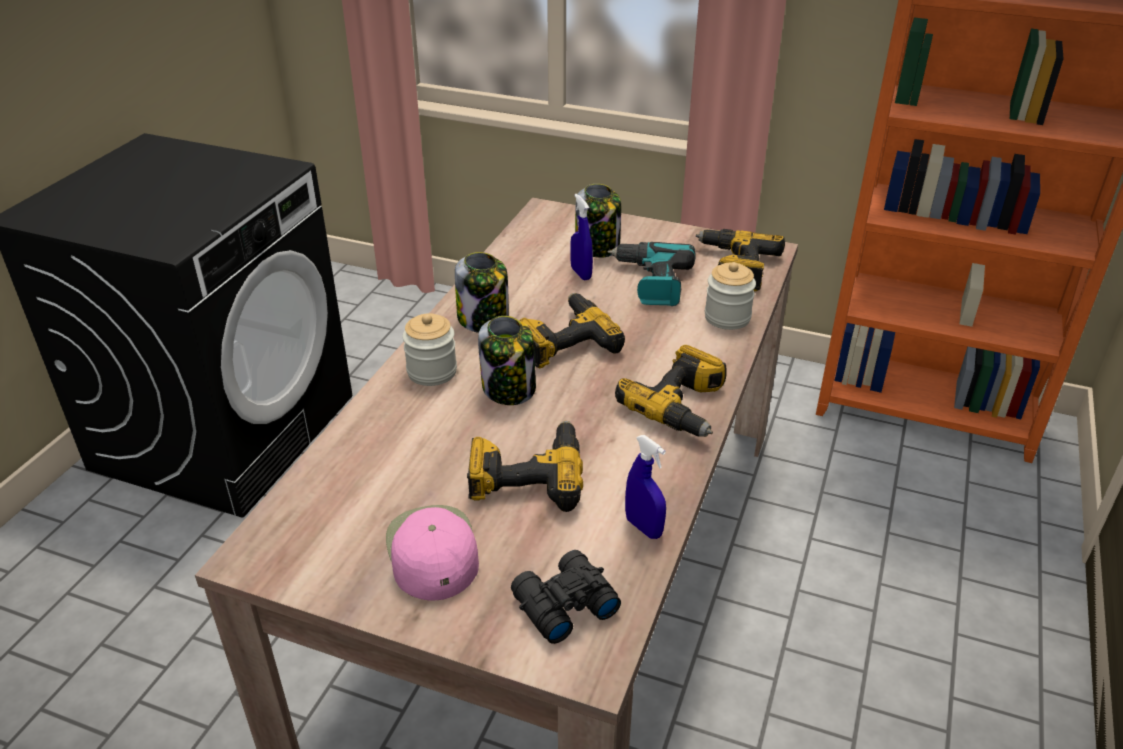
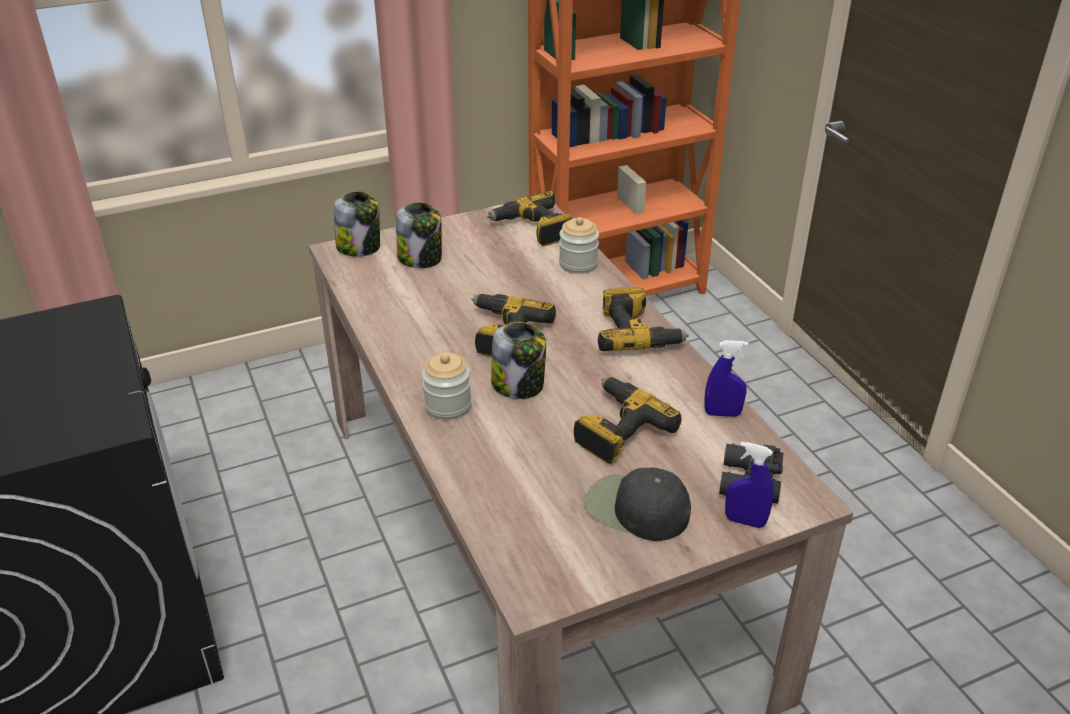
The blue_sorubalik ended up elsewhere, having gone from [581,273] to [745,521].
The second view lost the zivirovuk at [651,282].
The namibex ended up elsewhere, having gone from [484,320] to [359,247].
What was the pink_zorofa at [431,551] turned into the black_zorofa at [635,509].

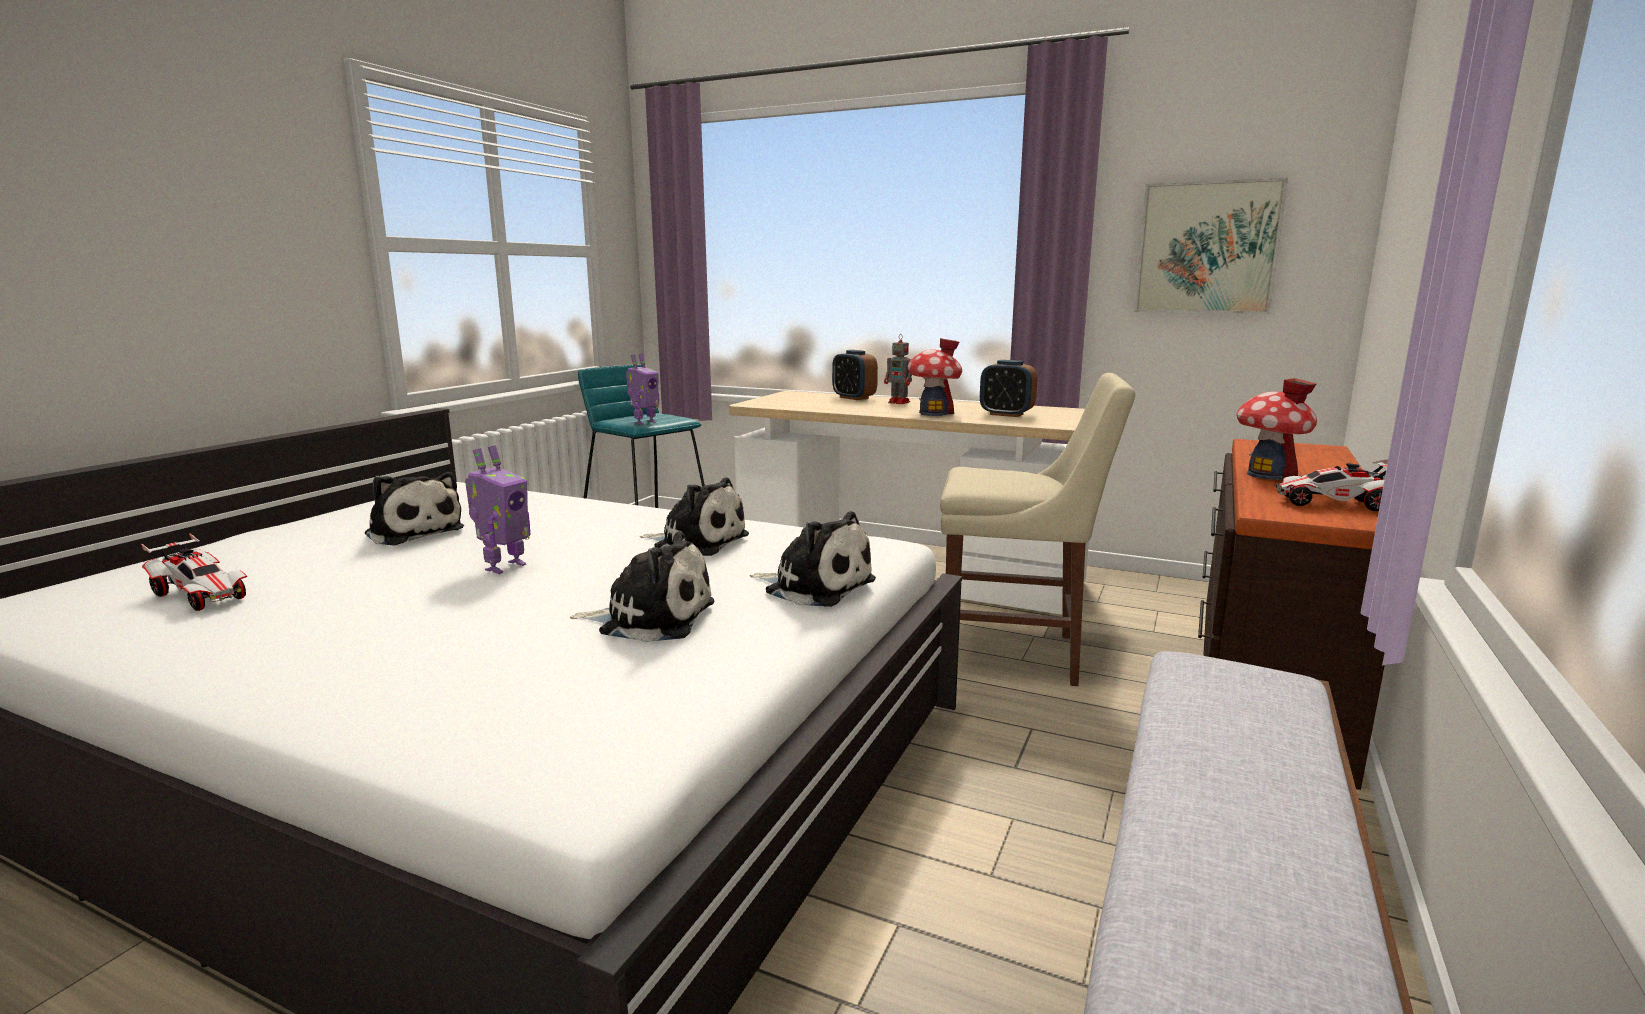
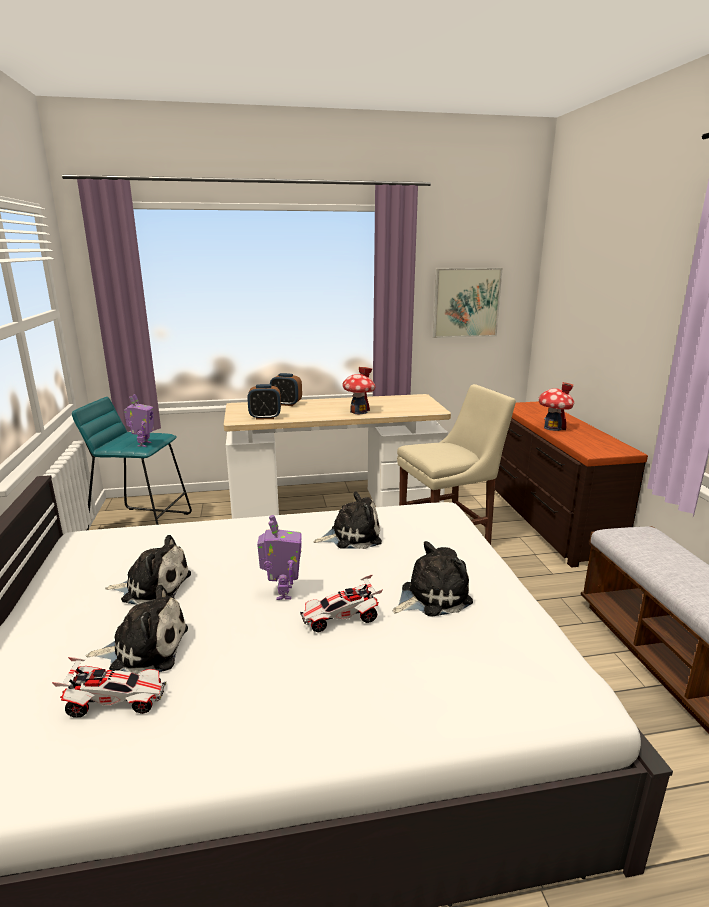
The second view lost the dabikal at [900,402].
The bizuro ended up elsewhere, having gone from [1006,414] to [265,417].
The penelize ended up elsewhere, having gone from [1333,504] to [341,618].
The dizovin ended up elsewhere, having gone from [815,586] to [145,649].

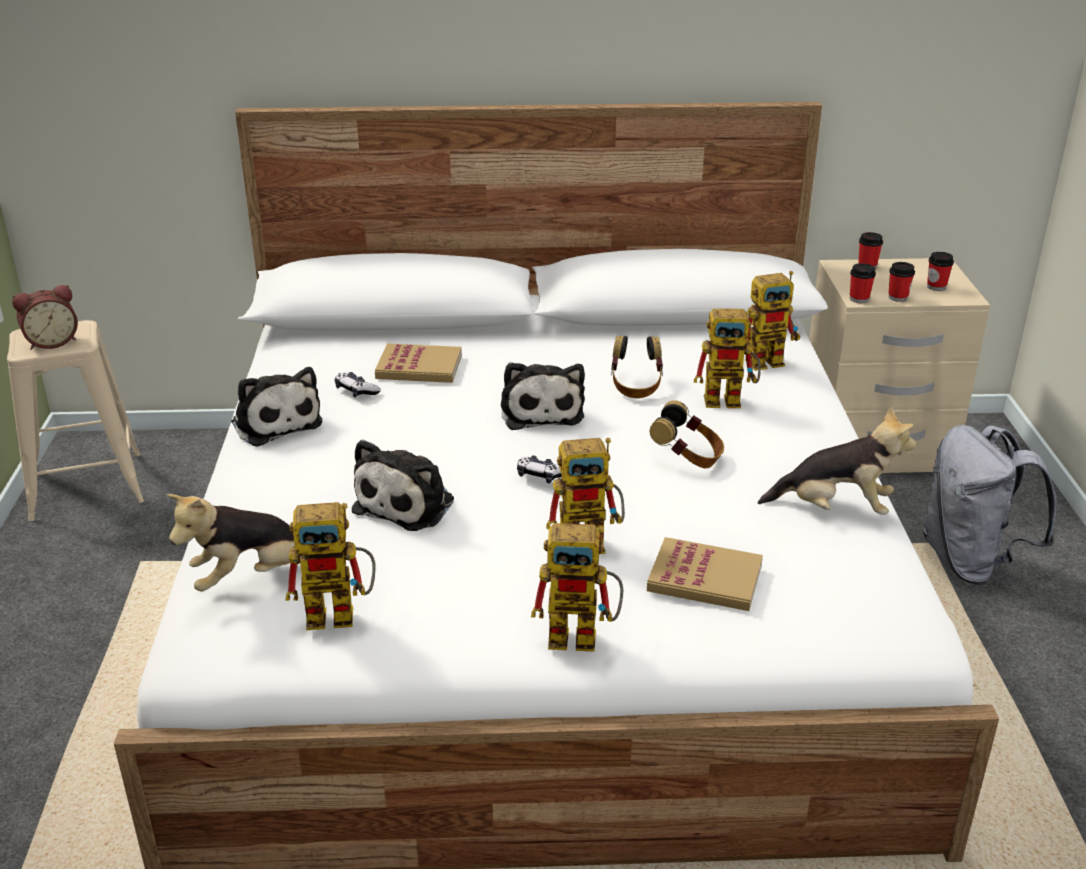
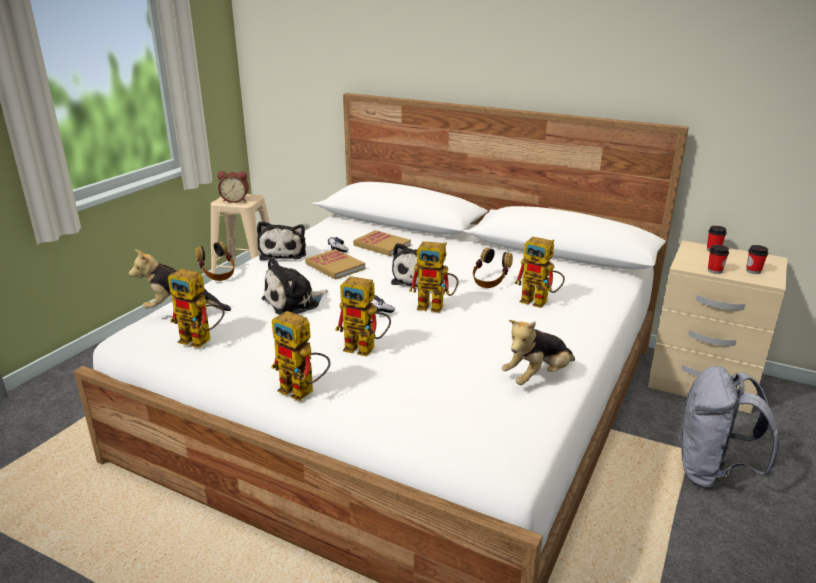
The second view lost the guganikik at [859,299].
The dabikal ended up elsewhere, having gone from [771,360] to [436,306].
The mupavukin ended up elsewhere, having gone from [688,458] to [218,275].
The dizovin at [835,509] ended up facing another way, 105 degrees clockwise from before.
The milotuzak ended up elsewhere, having gone from [704,578] to [335,266].

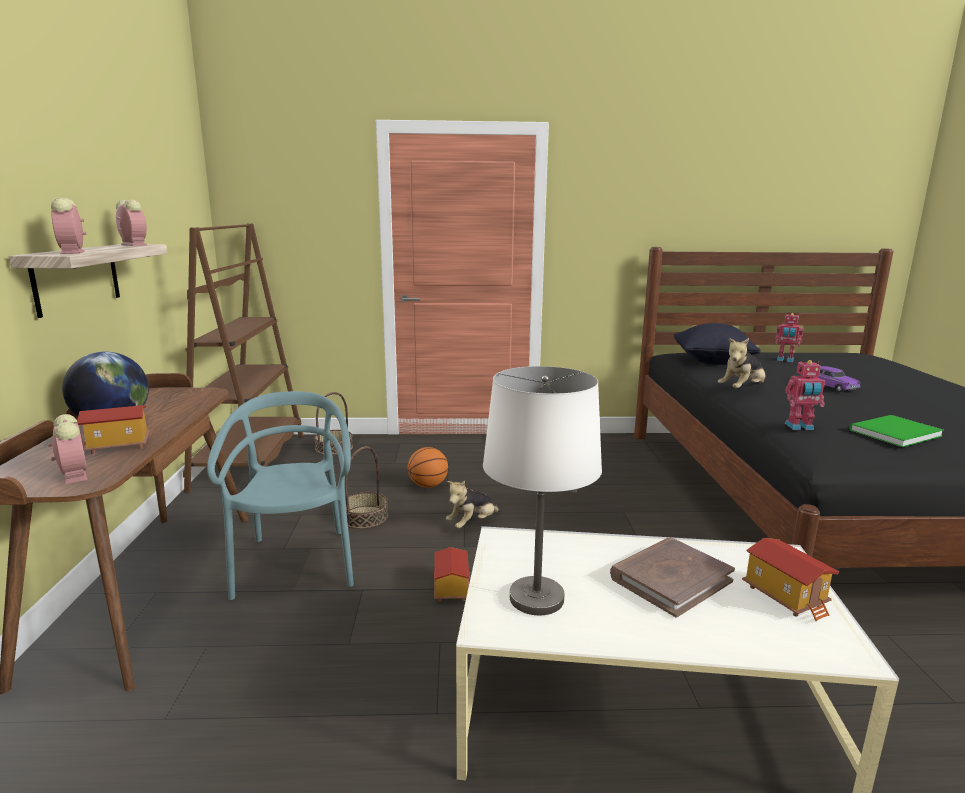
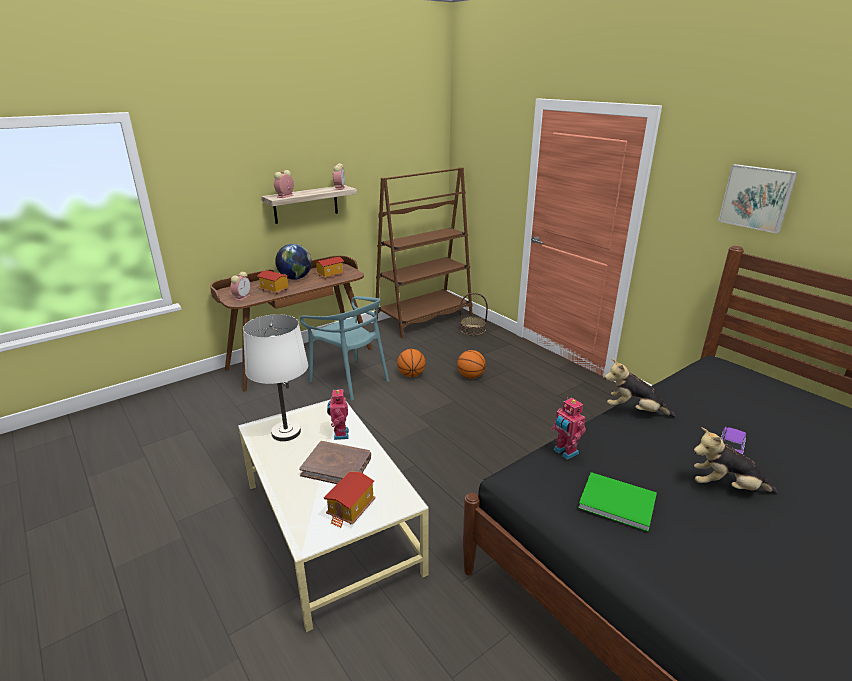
The dabikal ended up elsewhere, having gone from [785,360] to [339,434].
The second view lost the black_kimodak at [712,362].
The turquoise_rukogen at [296,564] ended up facing another way, 90 degrees clockwise from before.
Where the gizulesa stood at [364,517], the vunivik came to stand at [411,375].
The dizovin ended up elsewhere, having gone from [472,523] to [726,487].
The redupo ended up elsewhere, having gone from [450,589] to [330,275].
The second view gained the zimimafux at [757,197].

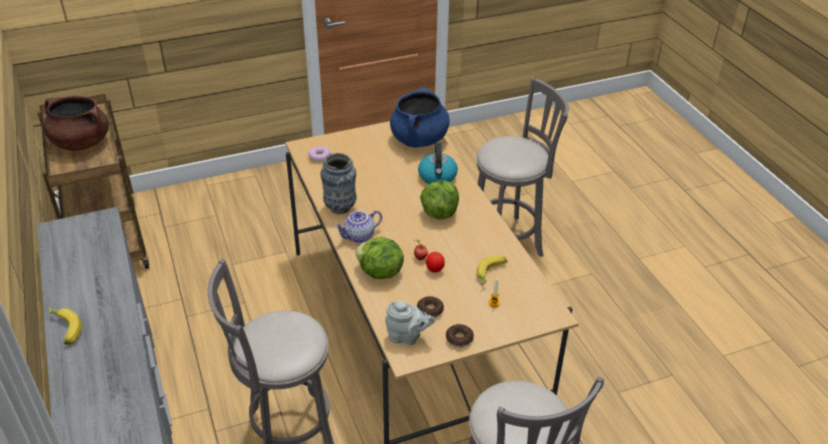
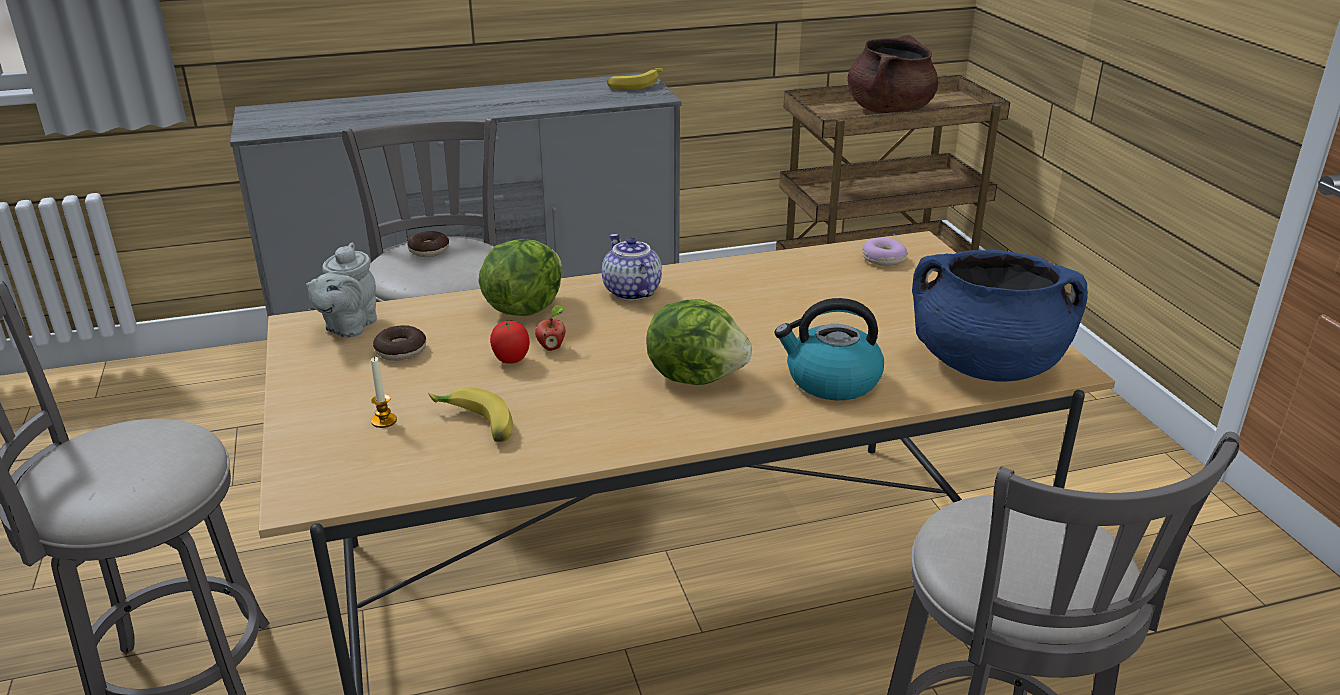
The second view lost the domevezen at [340,207].
The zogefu ended up elsewhere, having gone from [64,329] to [635,85].
The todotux ended up elsewhere, having gone from [459,339] to [429,250].

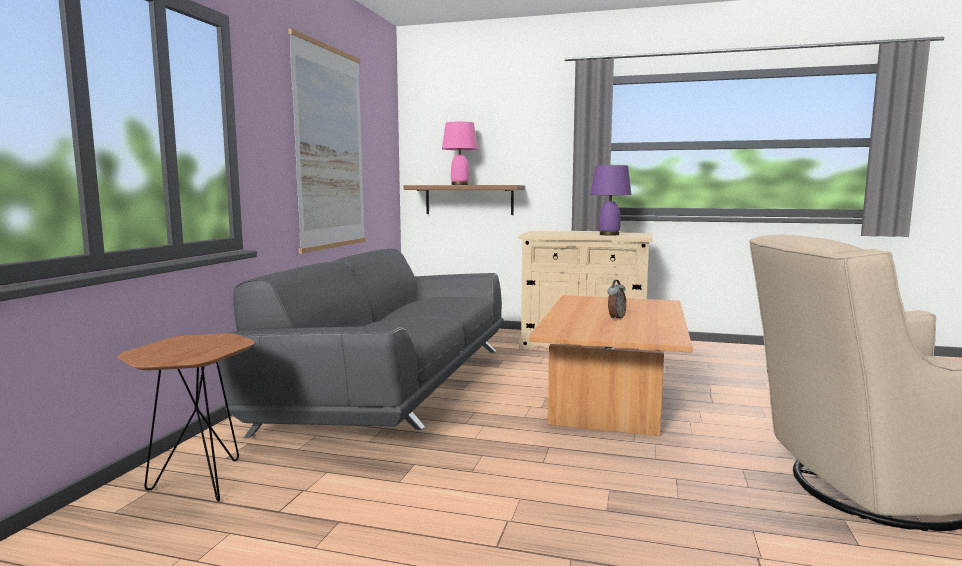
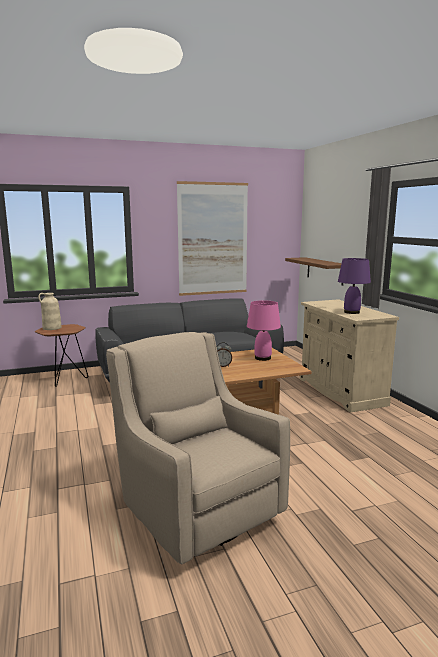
The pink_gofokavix ended up elsewhere, having gone from [460,184] to [263,358].
The second view gained the beige_domevezen at [51,328].

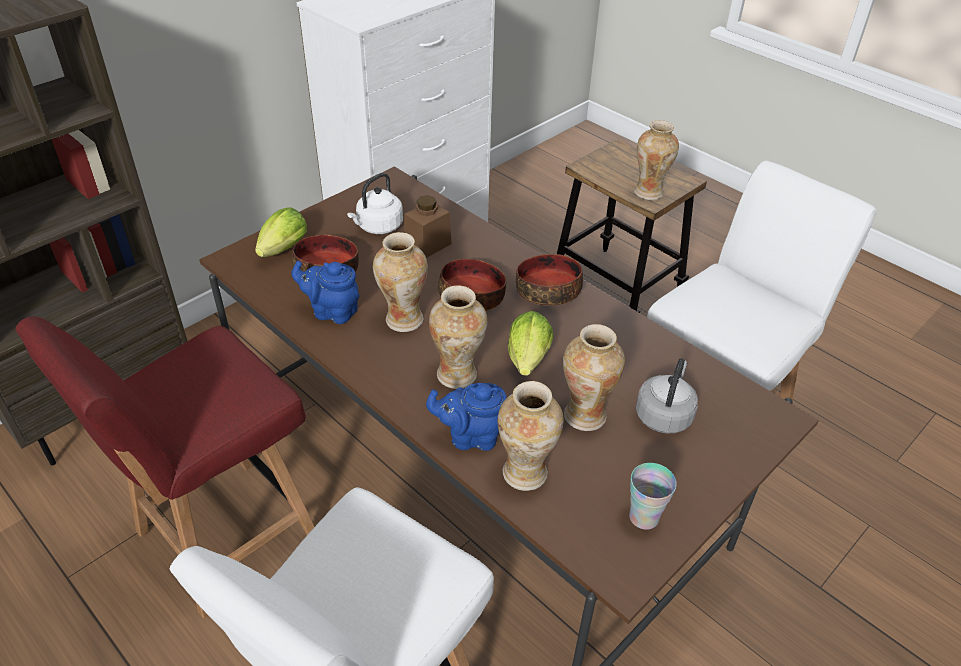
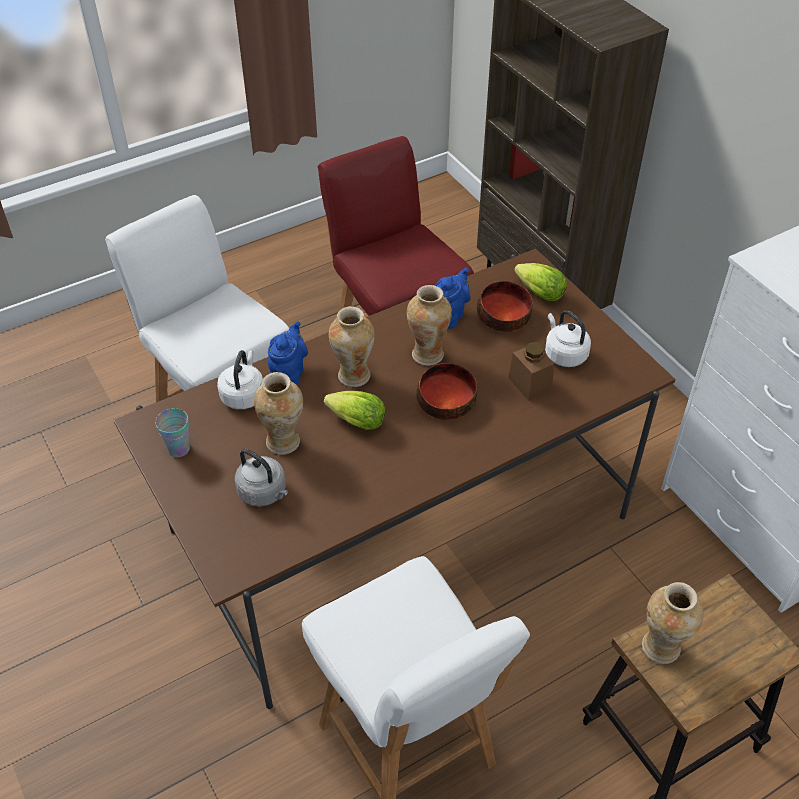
The second view lost the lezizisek at [548,291].
Where the domevezen stood at [525,474], the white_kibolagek came to stand at [243,395].

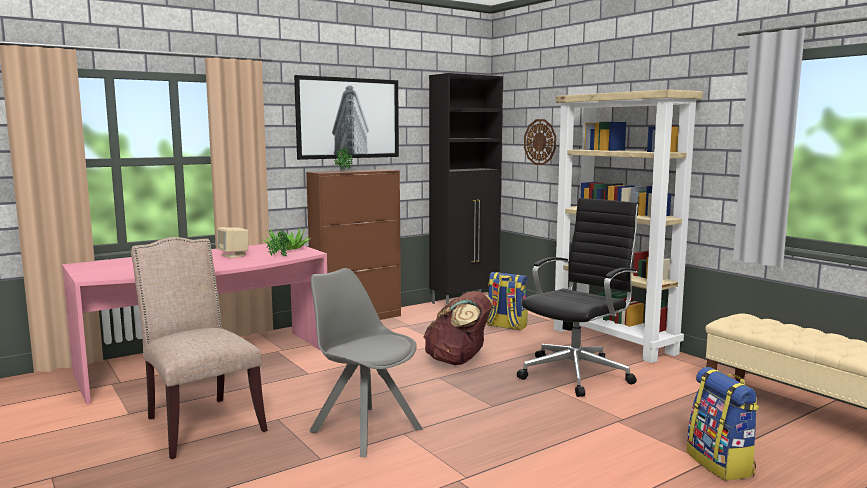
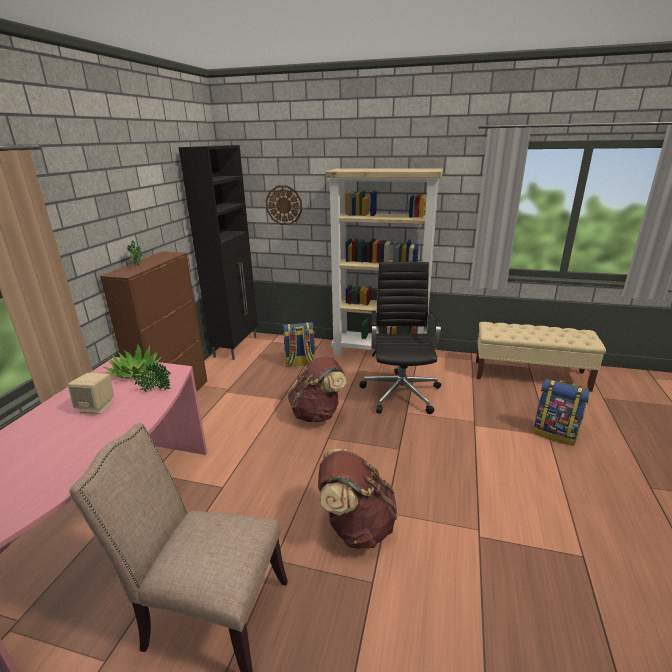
The second view lost the zimimafux at [348,118].
Where the grey_rukogen stood at [364,429], the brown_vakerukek came to stand at [356,526].

